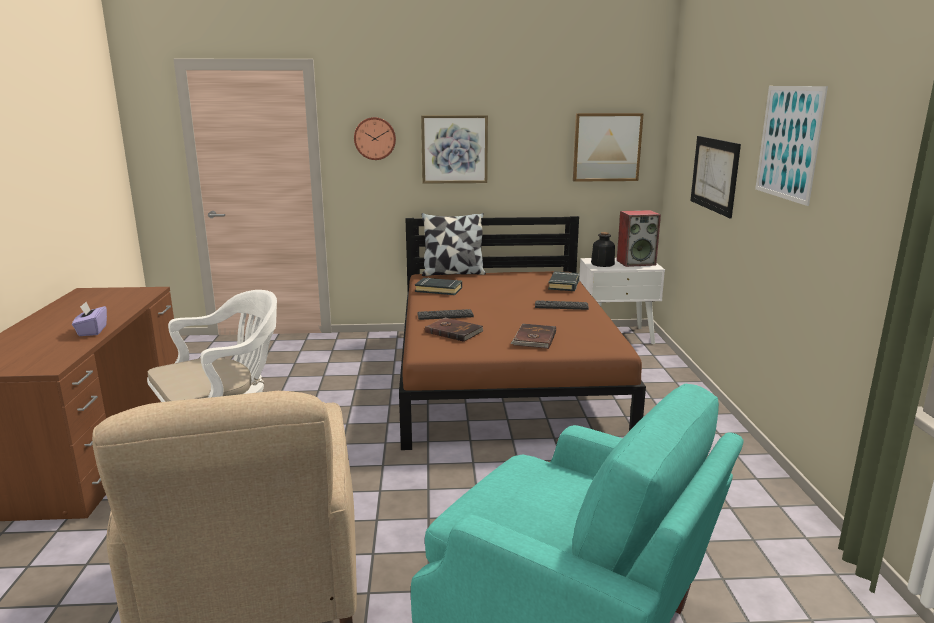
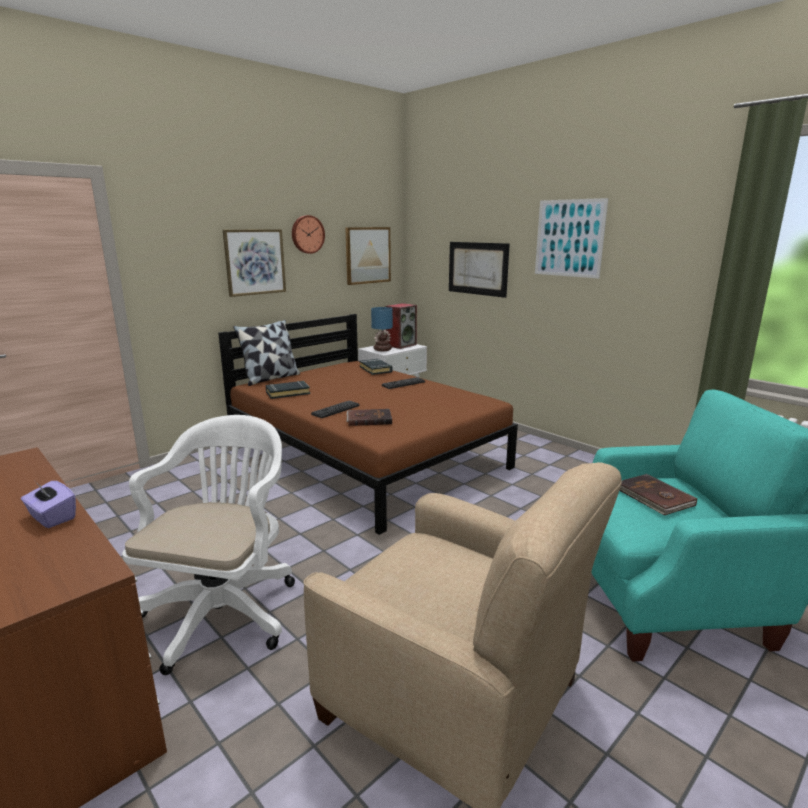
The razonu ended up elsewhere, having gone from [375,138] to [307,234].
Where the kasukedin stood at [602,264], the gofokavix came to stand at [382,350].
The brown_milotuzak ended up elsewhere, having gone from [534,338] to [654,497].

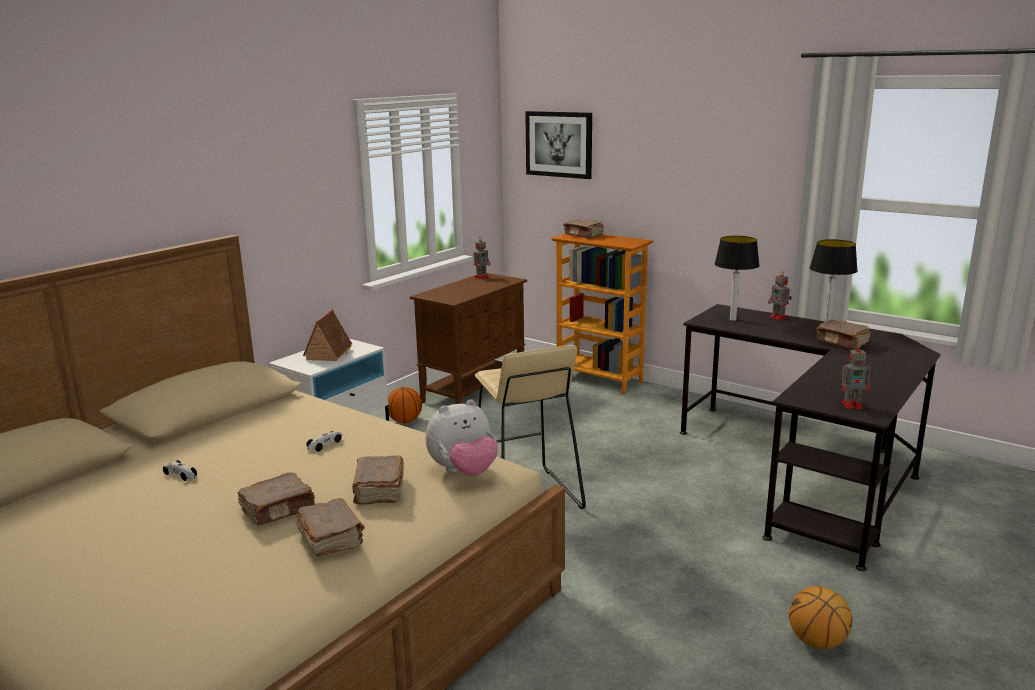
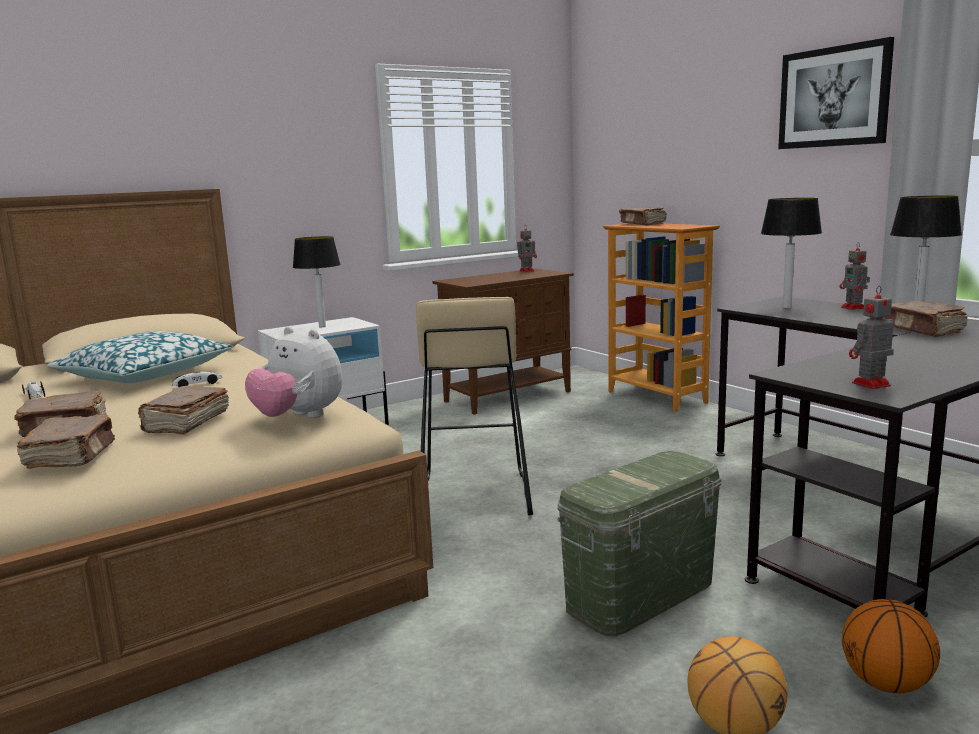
The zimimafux ended up elsewhere, having gone from [559,144] to [834,97].
Where the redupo stood at [329,353], the gofokavix came to stand at [321,326].
The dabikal at [853,405] ended up facing another way, 135 degrees clockwise from before.
The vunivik ended up elsewhere, having gone from [405,421] to [886,684].
The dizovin at [464,472] ended up facing another way, 45 degrees clockwise from before.
The second view gained the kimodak at [145,375].
The second view gained the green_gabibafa at [640,595].

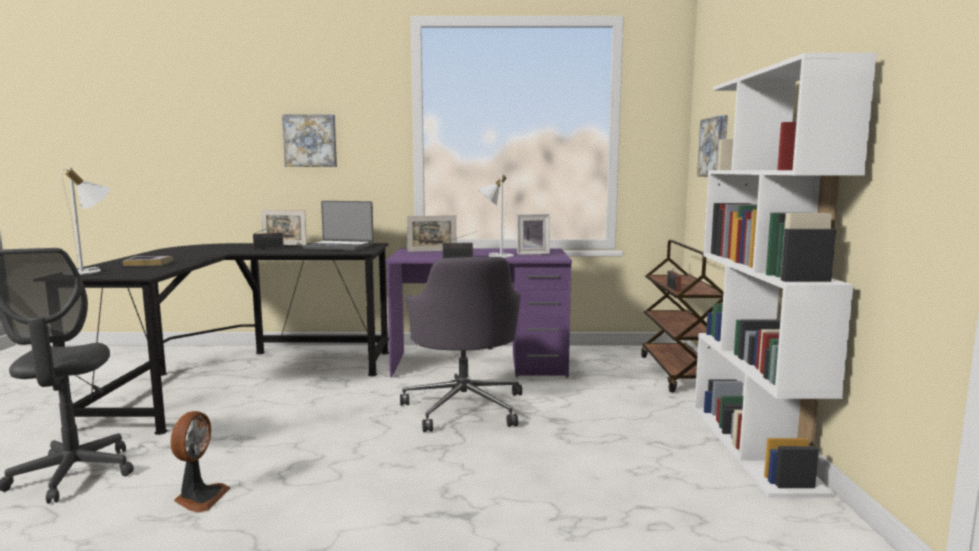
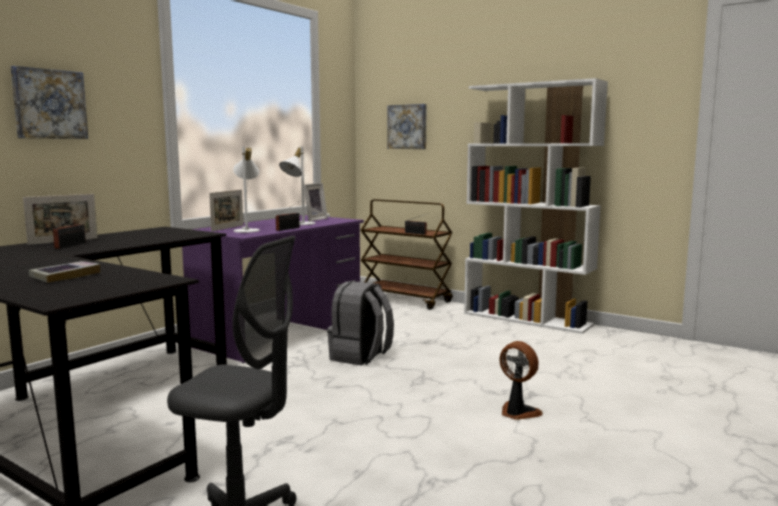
The white_gofokavix ended up elsewhere, having gone from [90,271] to [247,230].
The second view lost the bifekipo at [339,247].
Where the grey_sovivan stood at [464,407], the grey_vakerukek came to stand at [360,357].
The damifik ended up elsewhere, having gone from [199,498] to [517,413].

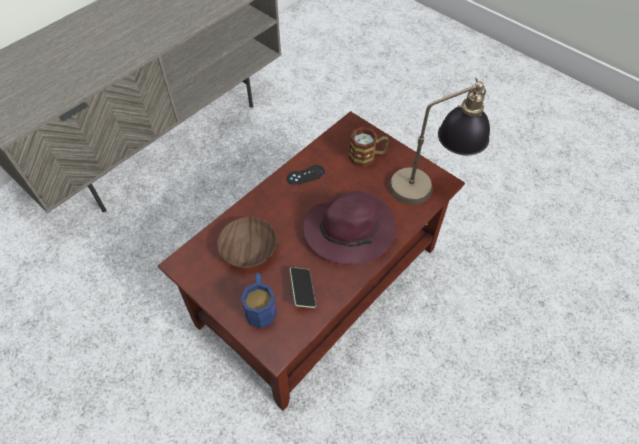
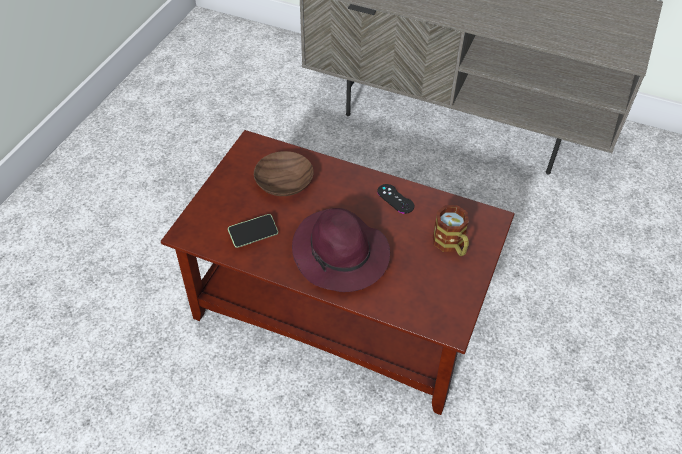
The second view lost the gofokavix at [429,185].
The second view lost the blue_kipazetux at [260,306].

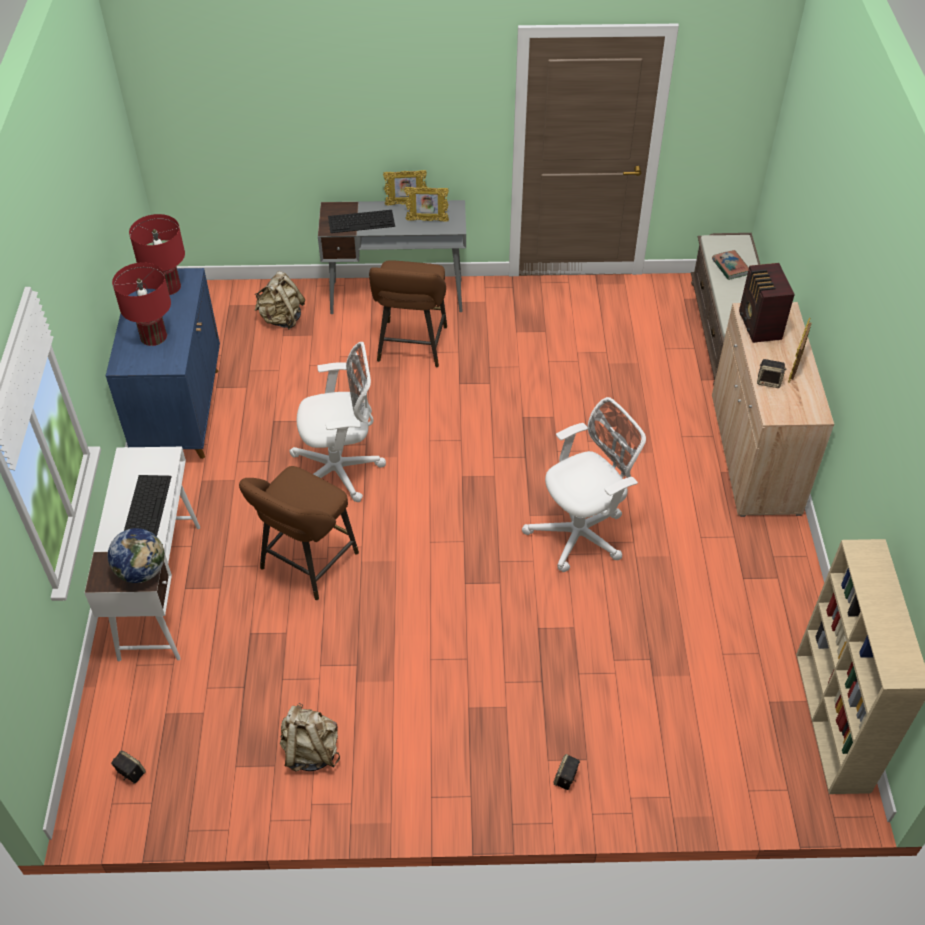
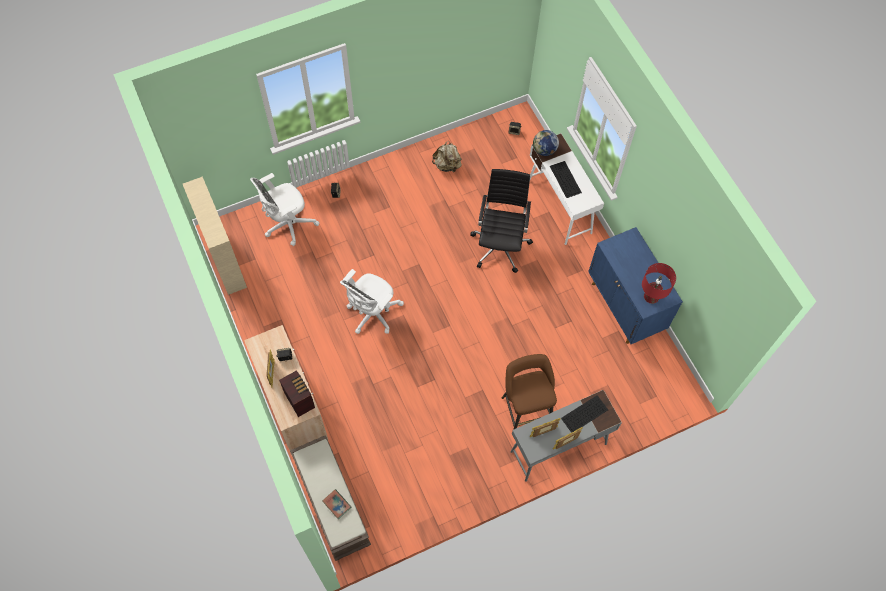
The second view lost the red_gofokavix at [153,336].
The second view lost the beige_vakerukek at [282,319].
The white_sovivan ended up elsewhere, having gone from [341,470] to [287,224].
Where the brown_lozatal stood at [306,564], the black_sovivan came to stand at [500,244].

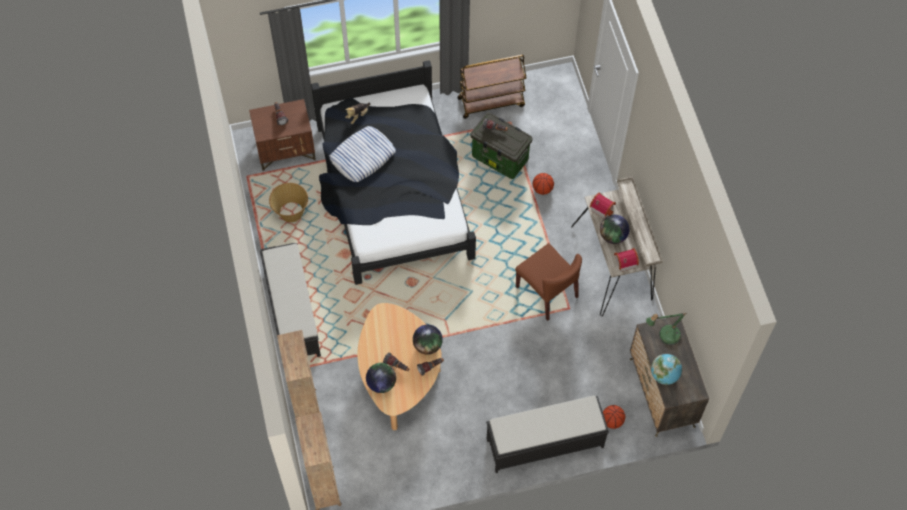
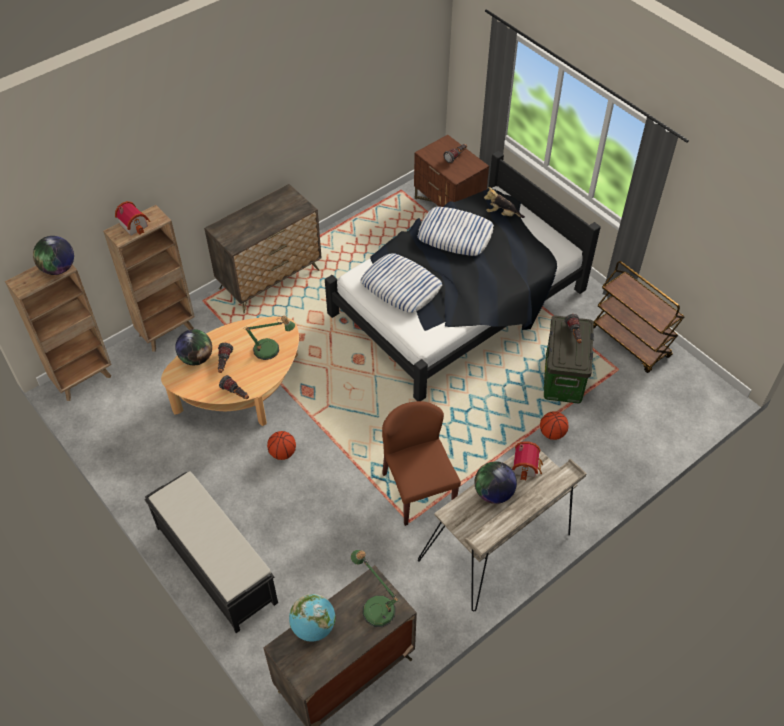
The second view lost the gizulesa at [291,213].
Where the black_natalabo stood at [292,312], the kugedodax came to stand at [270,279].
The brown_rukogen at [547,292] ended up facing another way, 135 degrees clockwise from before.
The redupo ended up elsewhere, having gone from [624,262] to [135,224].
The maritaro ended up elsewhere, having gone from [427,345] to [58,269].
The vunivik ended up elsewhere, having gone from [612,421] to [283,453].
The second view gained the kimodak at [401,287].
The second view gained the gofokavix at [271,351].

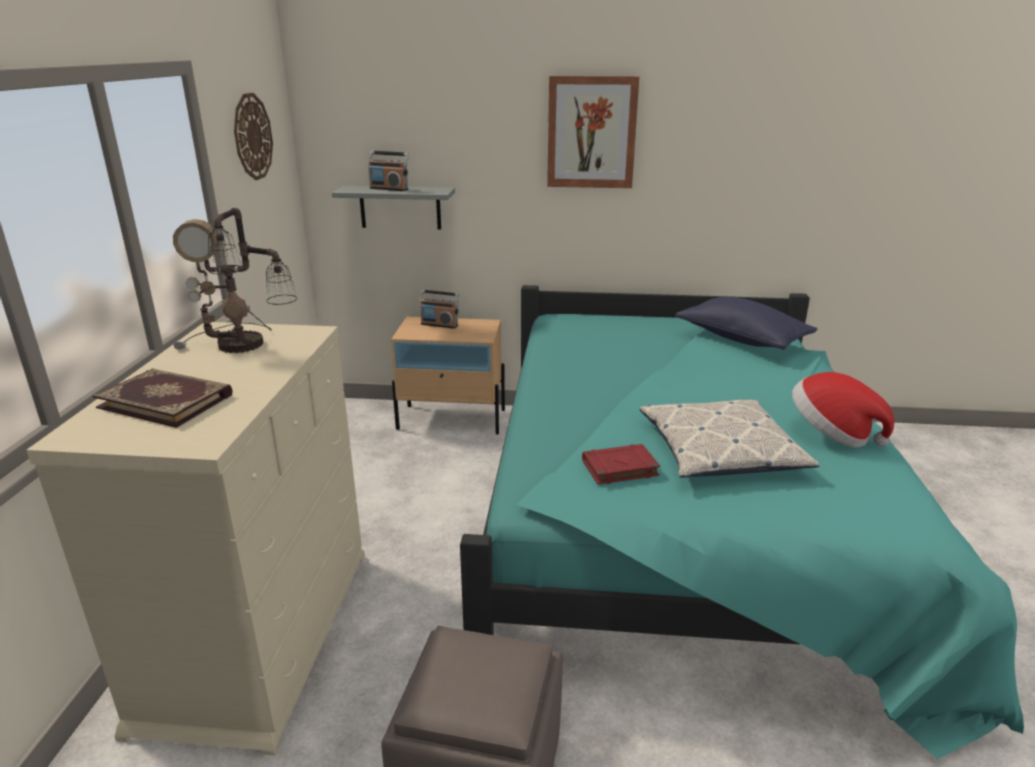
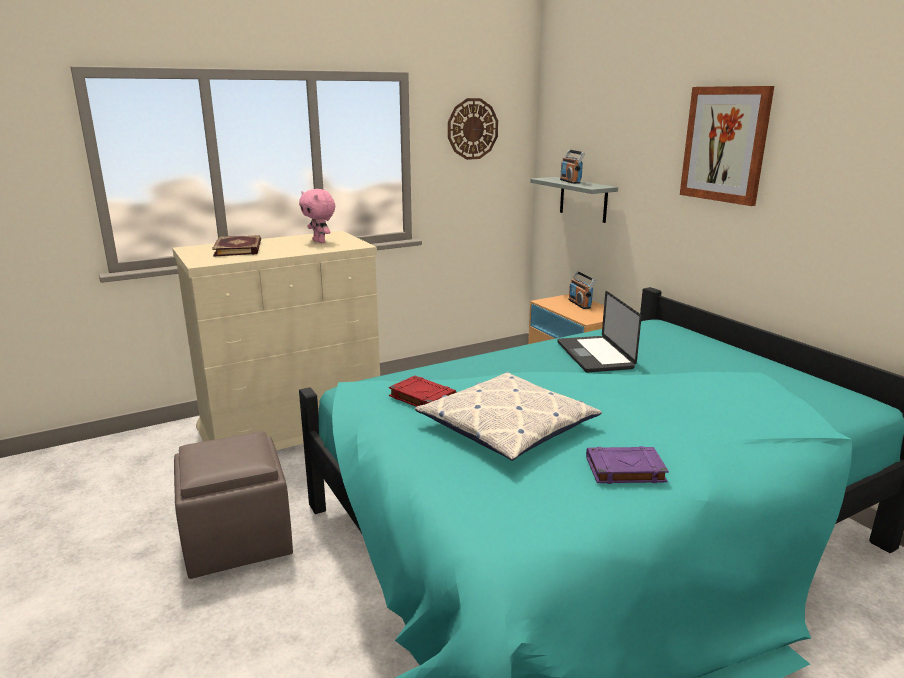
Where the gofokavix stood at [243,346], the pink_dizovin came to stand at [320,241].
The second view lost the blue_kimodak at [741,339].
Where the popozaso stood at [831,434], the purple_milotuzak came to stand at [624,470].
The second view gained the bifekipo at [594,355].

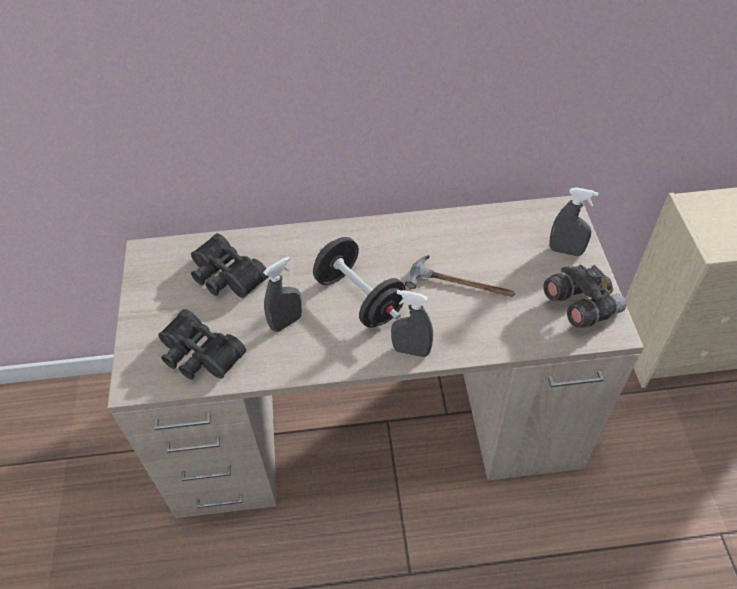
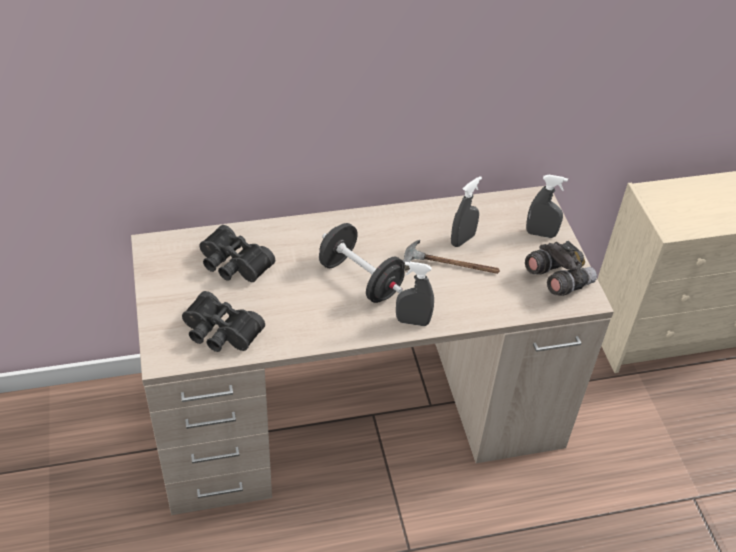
The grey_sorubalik ended up elsewhere, having gone from [286,322] to [462,240].

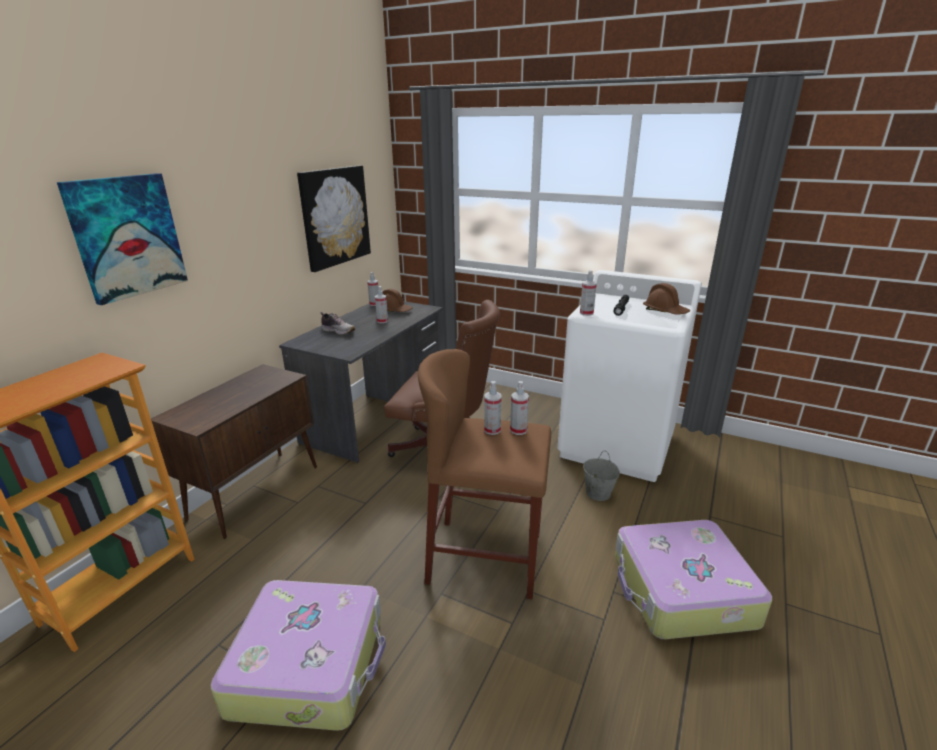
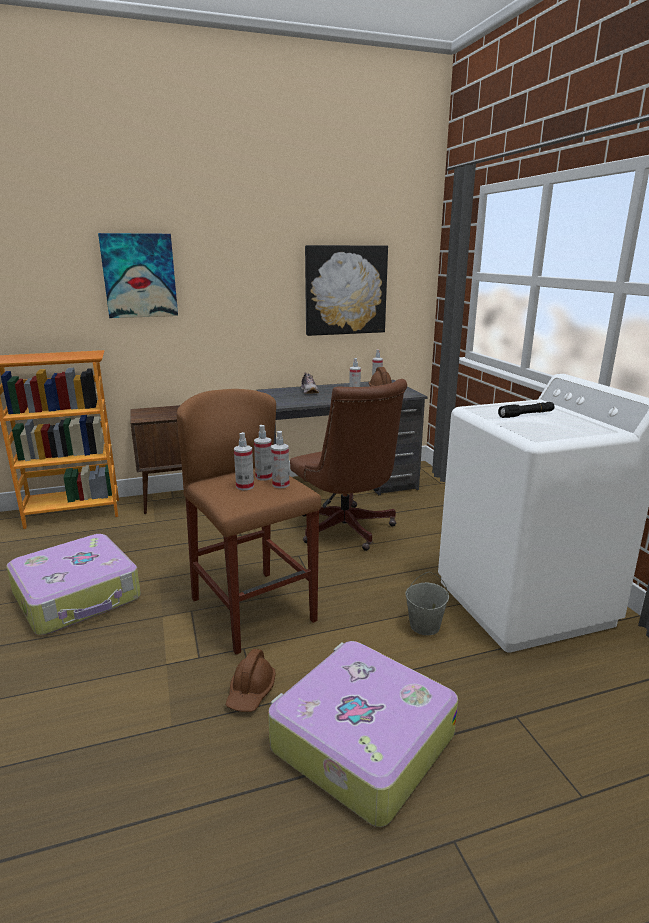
The sorubalik ended up elsewhere, having gone from [586,313] to [245,486].
The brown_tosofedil ended up elsewhere, having gone from [665,311] to [251,691].

